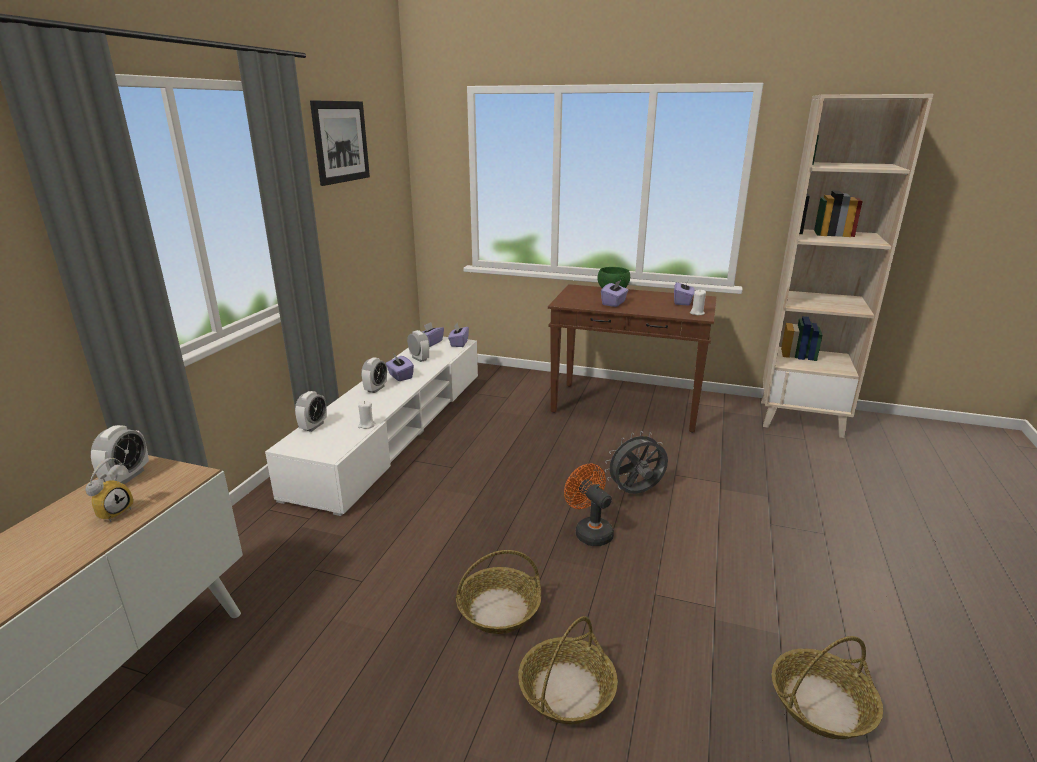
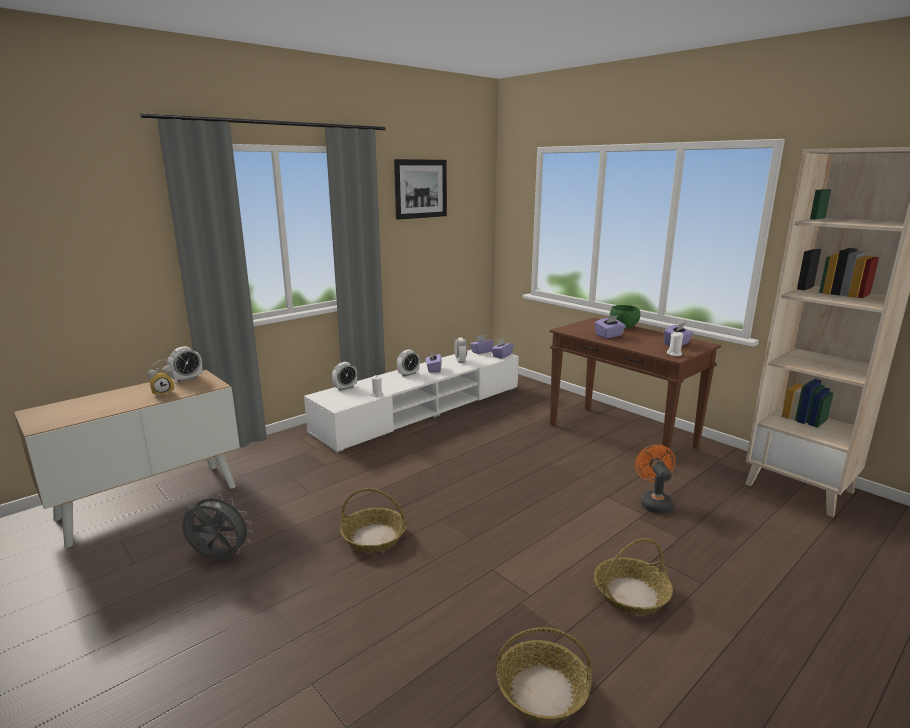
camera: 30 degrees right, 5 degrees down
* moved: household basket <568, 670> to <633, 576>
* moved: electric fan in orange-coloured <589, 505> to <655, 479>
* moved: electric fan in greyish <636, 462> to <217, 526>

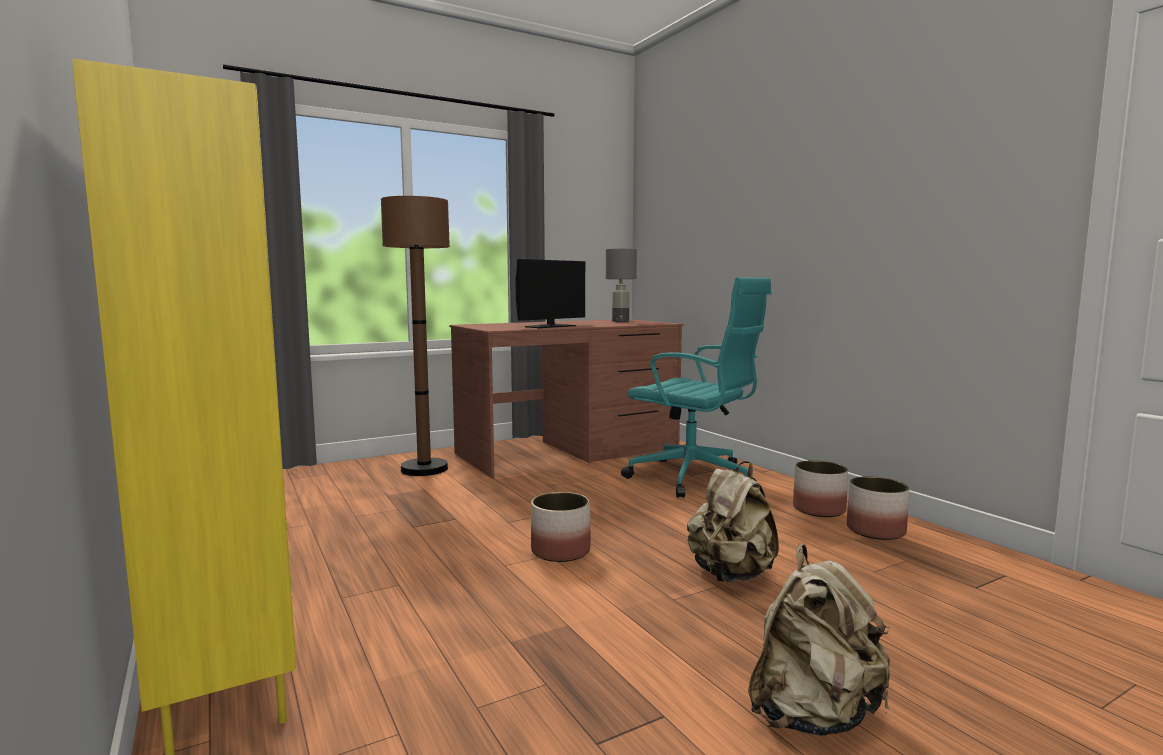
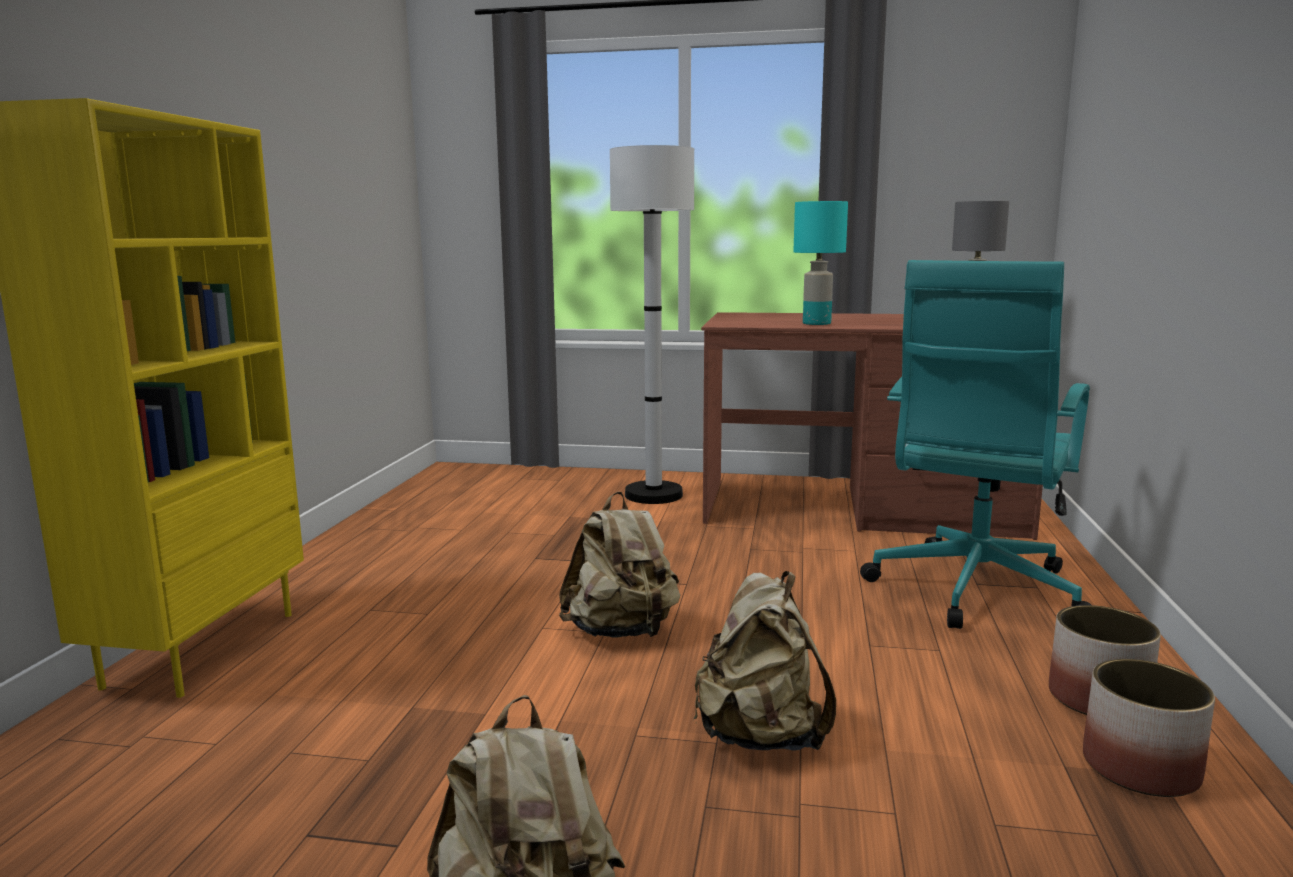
camera: 40 degrees right, 5 degrees up
* replaced: computer display <550, 293> to table lamp in turquoise-coloured <820, 263>
* replaced: plant pot <561, 527> to backpack in beige <619, 564>
* recoloured: standard lamp in brown <415, 336> to standard lamp in whitish <652, 324>
* turned: desk chair in turquoise-coloured <696, 387> = <975, 444> 45 degrees clockwise

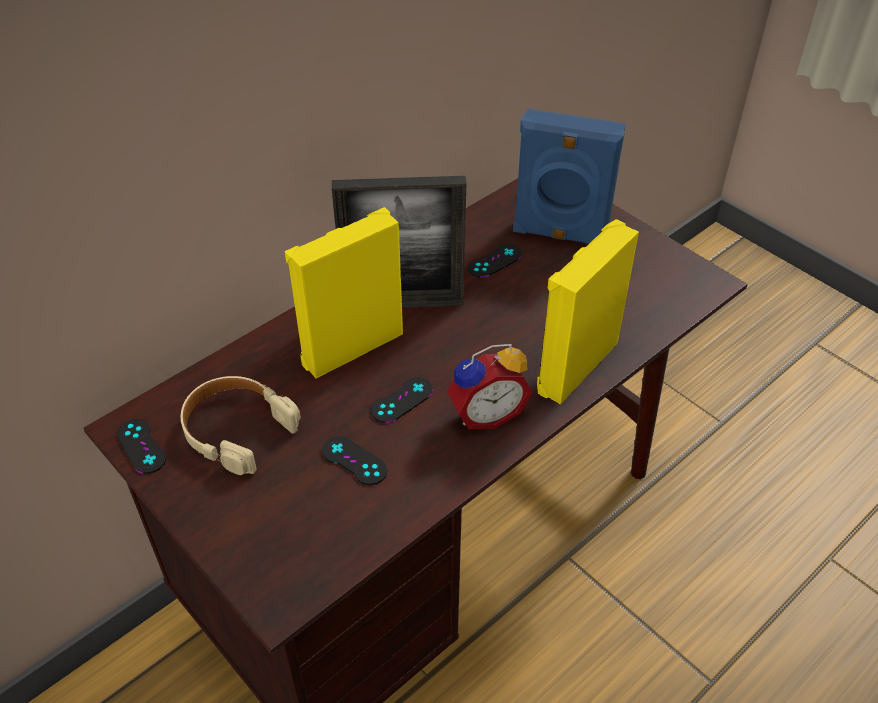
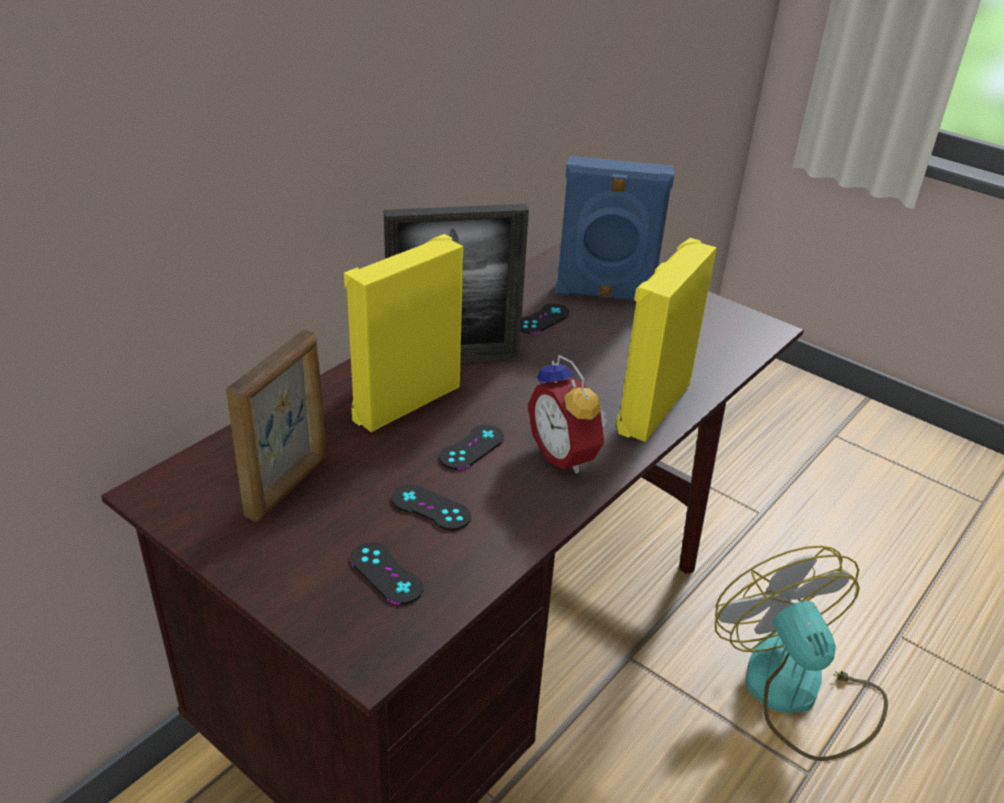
camera: 10 degrees left, 10 degrees down
* added: electric fan <801, 653>
* moved: game controller in black <141, 446> to <386, 573>
* replaced: headphones in beige <241, 425> to standing frame <276, 425>
* turned: table clock <489, 386> = <567, 414> 90 degrees clockwise

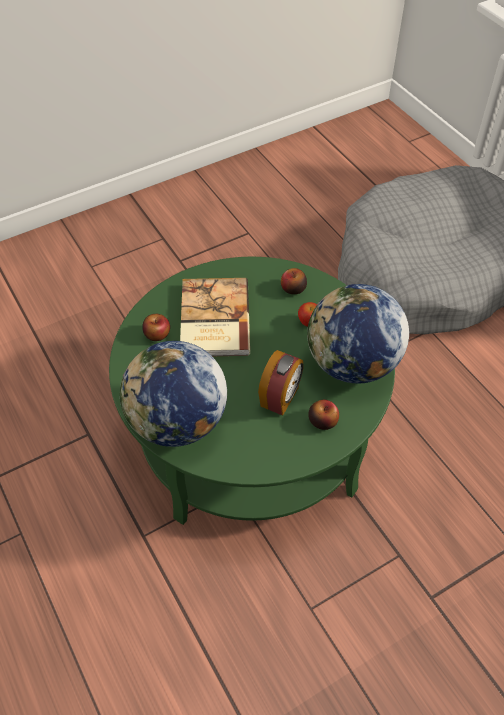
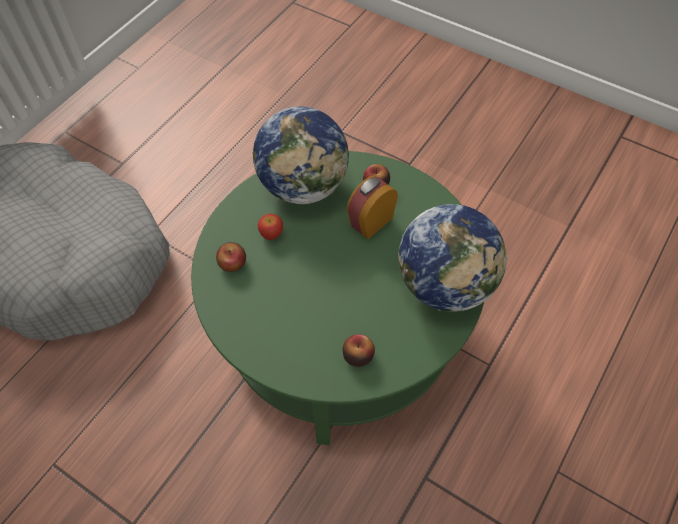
camera: 115 degrees left, 5 degrees up
* removed: volume <215, 317>
* turned: table clock <281, 383> = <372, 207> 45 degrees counterclockwise

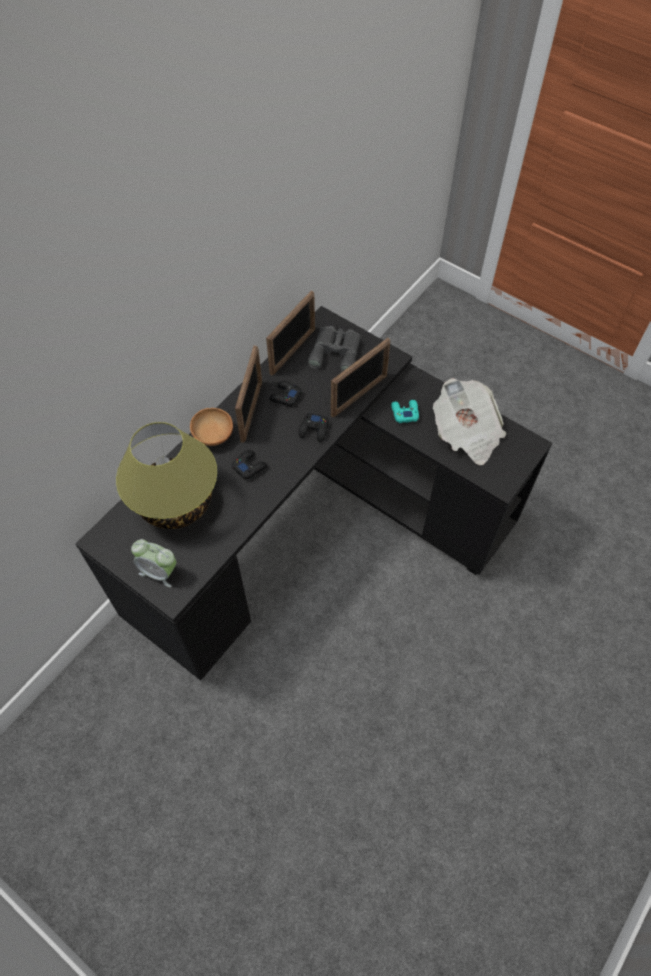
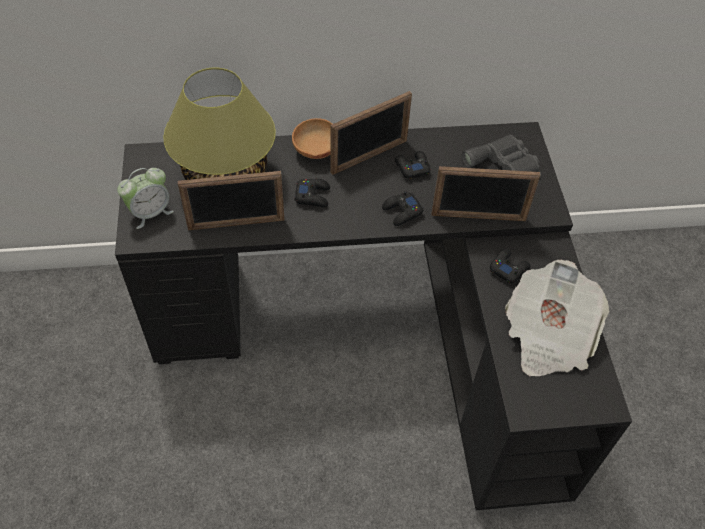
camera: 45 degrees right, 5 degrees down
* moved: standing frame <290, 333> to <231, 200>
* recoloured: game controller in turquoise-coloured <405, 411> to game controller in black <510, 266>
* turned: table clock <154, 563> = <145, 198> 105 degrees counterclockwise

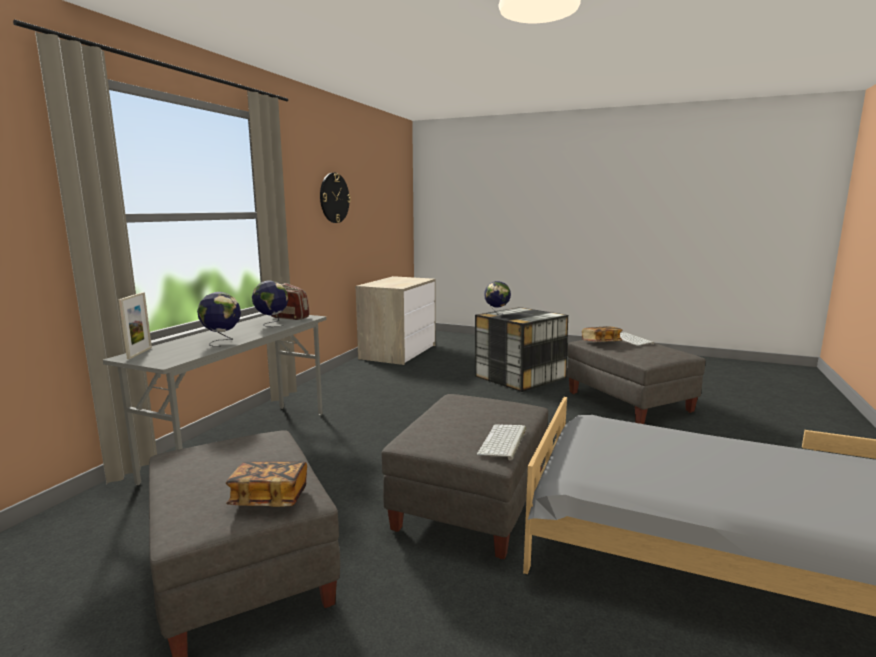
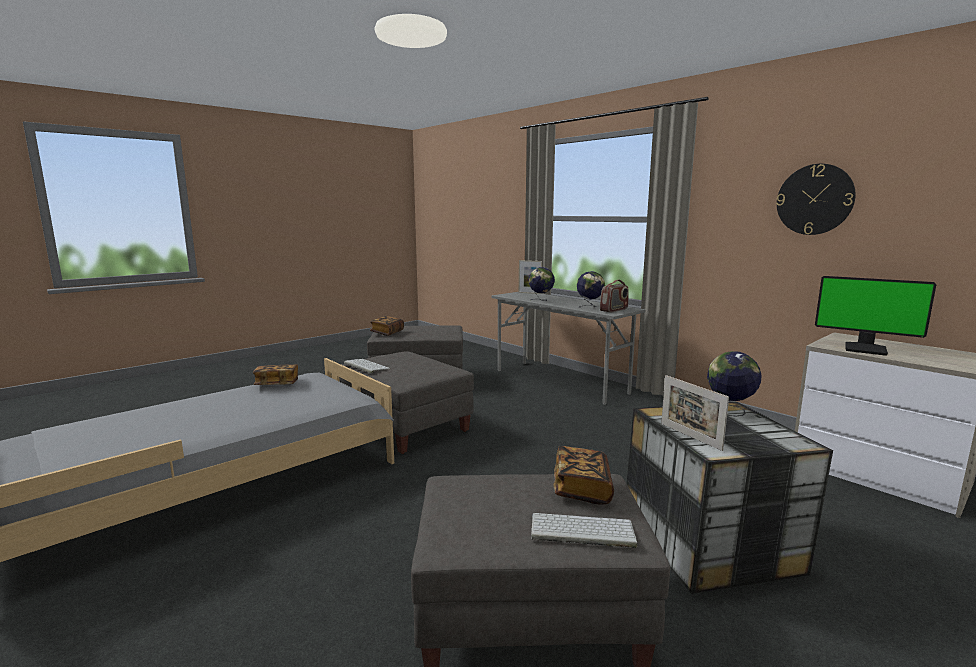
camera: 115 degrees right, 0 degrees up
* added: volume <275, 374>
* added: standing frame <695, 413>
* added: computer display <876, 316>

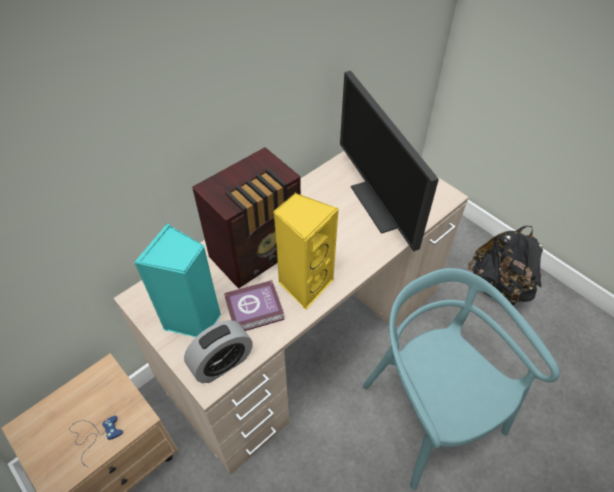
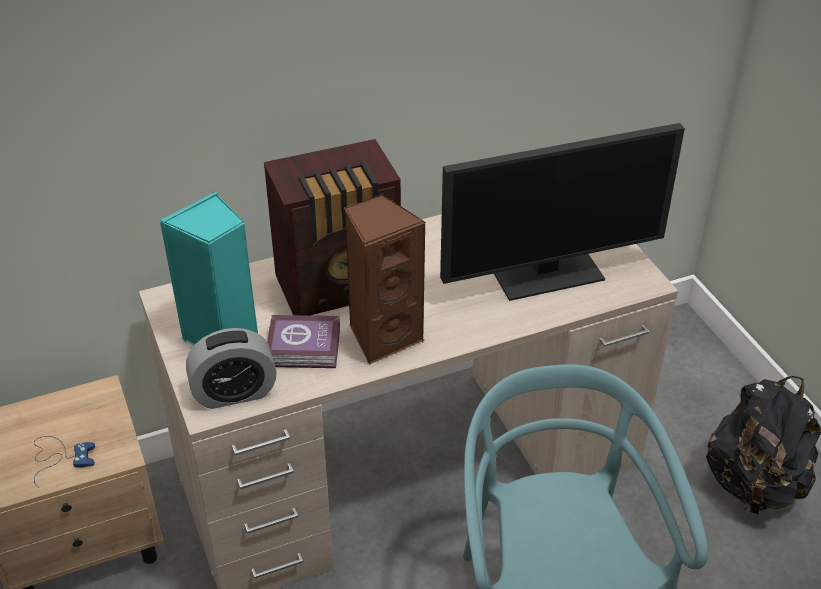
camera: 20 degrees right, 10 degrees down
* recoloured: loudspeaker in yellow <306, 251> to loudspeaker in brown <385, 279>
* turned: computer display <389, 161> = <562, 212> 105 degrees counterclockwise

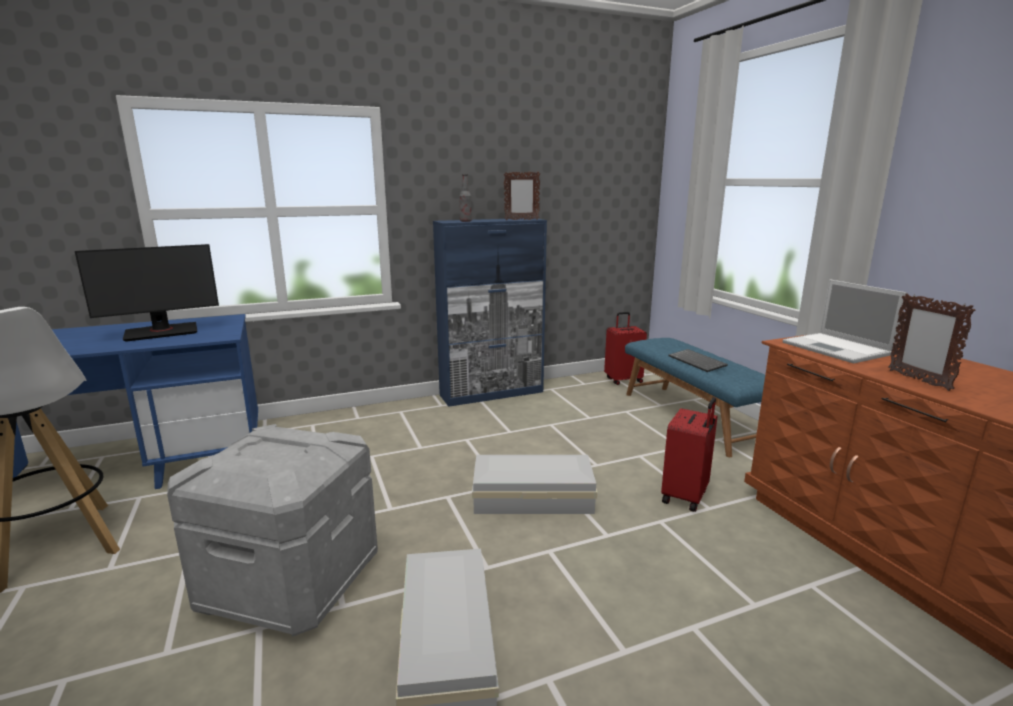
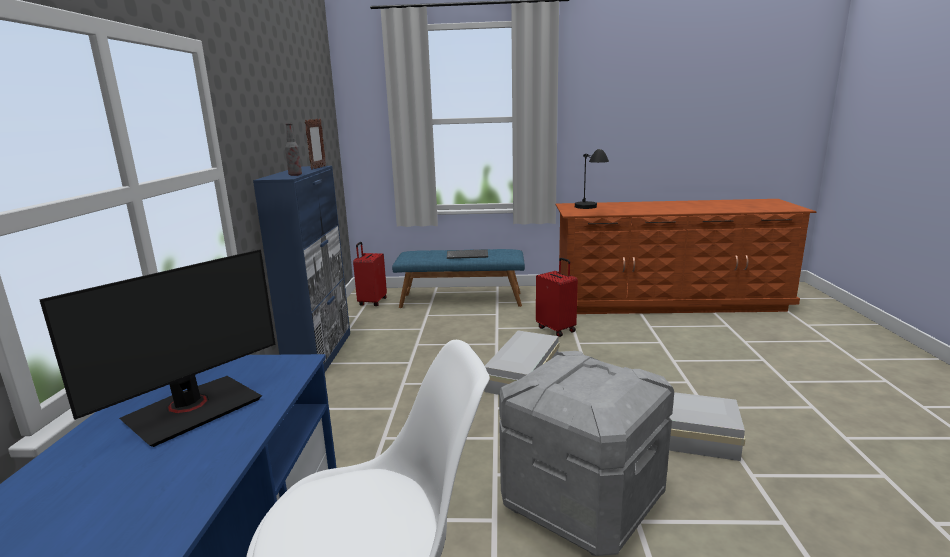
camera: 65 degrees left, 0 degrees up
* removed: standing frame <931, 342>
* replaced: portable computer <845, 321> to table lamp in black <592, 179>
* turned: computer display <147, 293> = <157, 348> 45 degrees clockwise

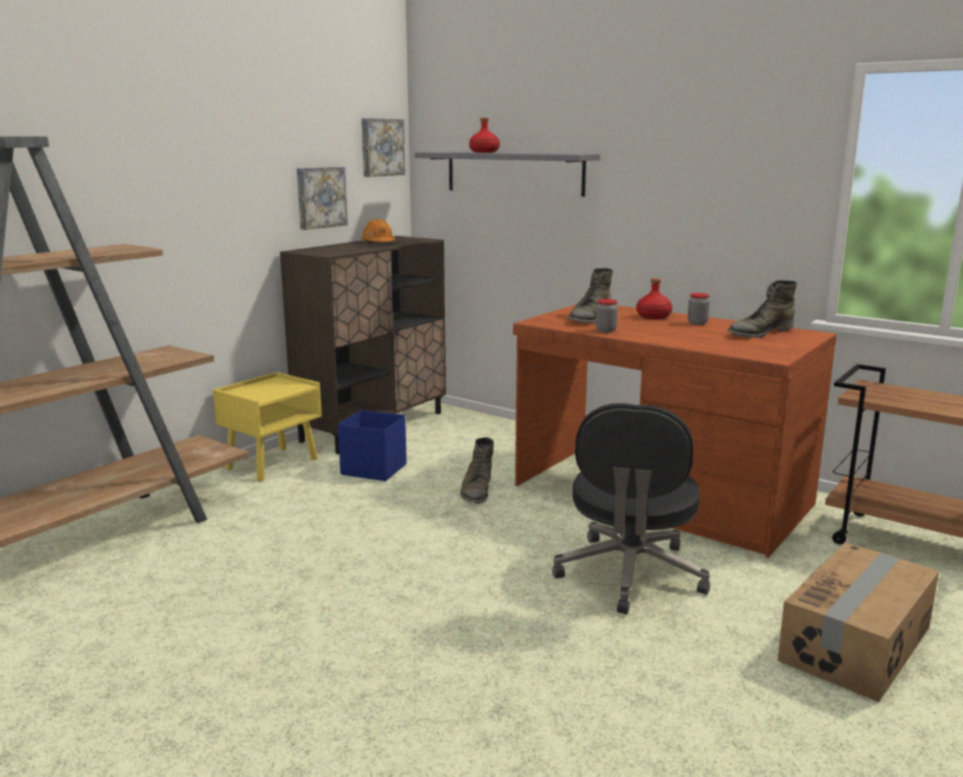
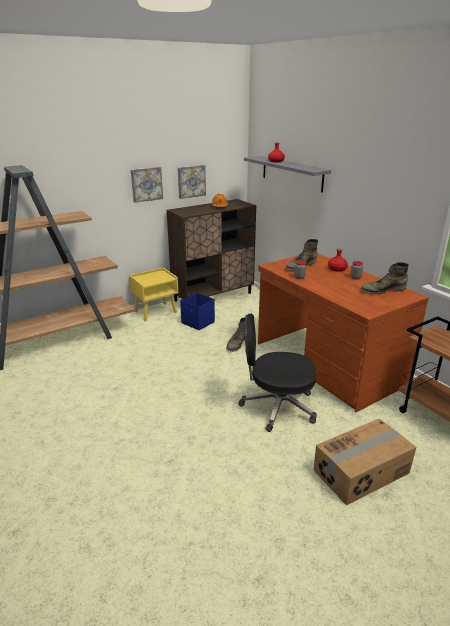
camera: 20 degrees right, 10 degrees up
* moved: wall art <383, 147> to <147, 185>
* turned: desk chair in black <631, 508> = <277, 373> 60 degrees clockwise

